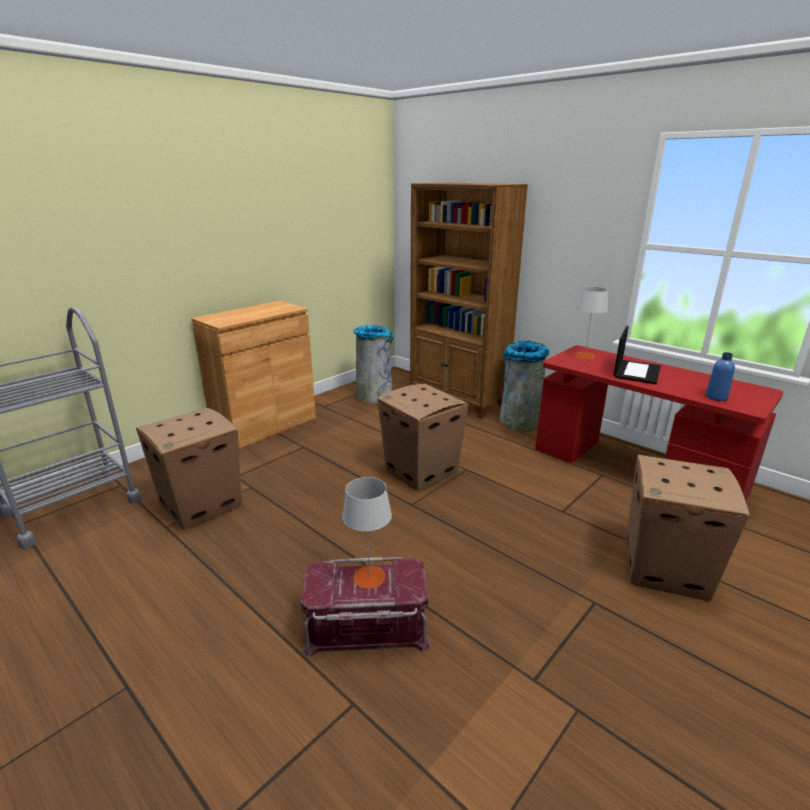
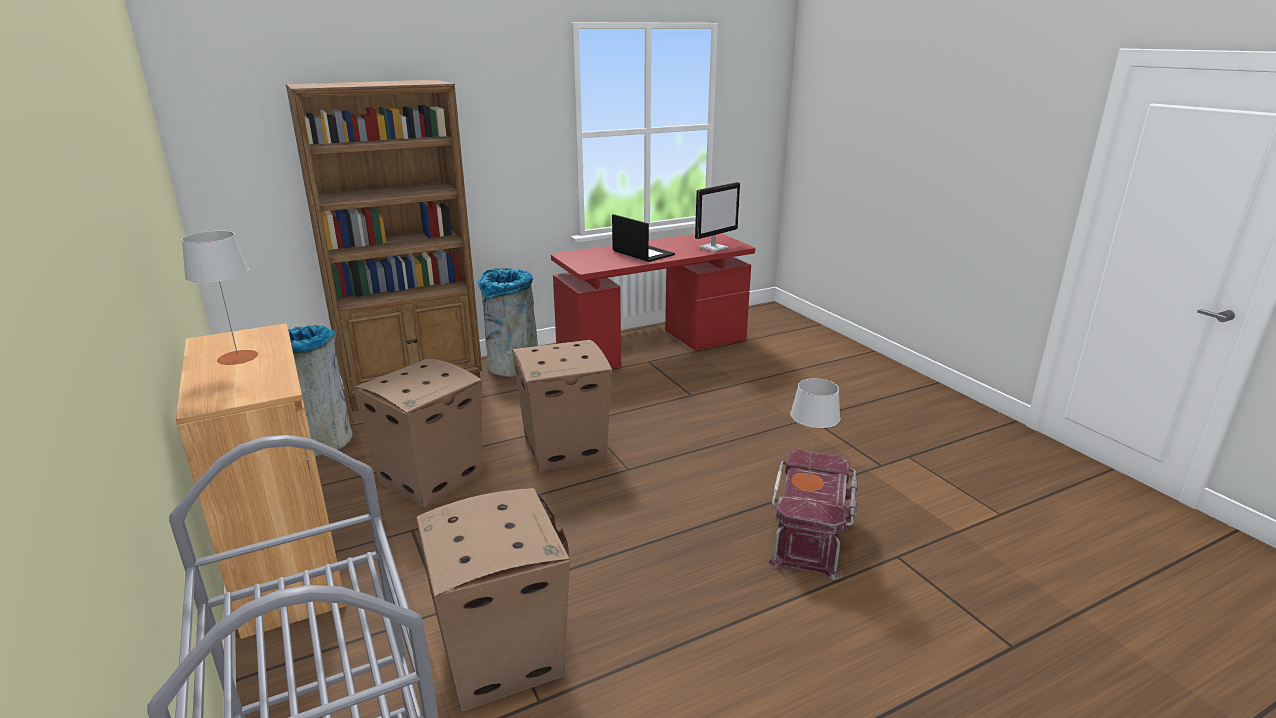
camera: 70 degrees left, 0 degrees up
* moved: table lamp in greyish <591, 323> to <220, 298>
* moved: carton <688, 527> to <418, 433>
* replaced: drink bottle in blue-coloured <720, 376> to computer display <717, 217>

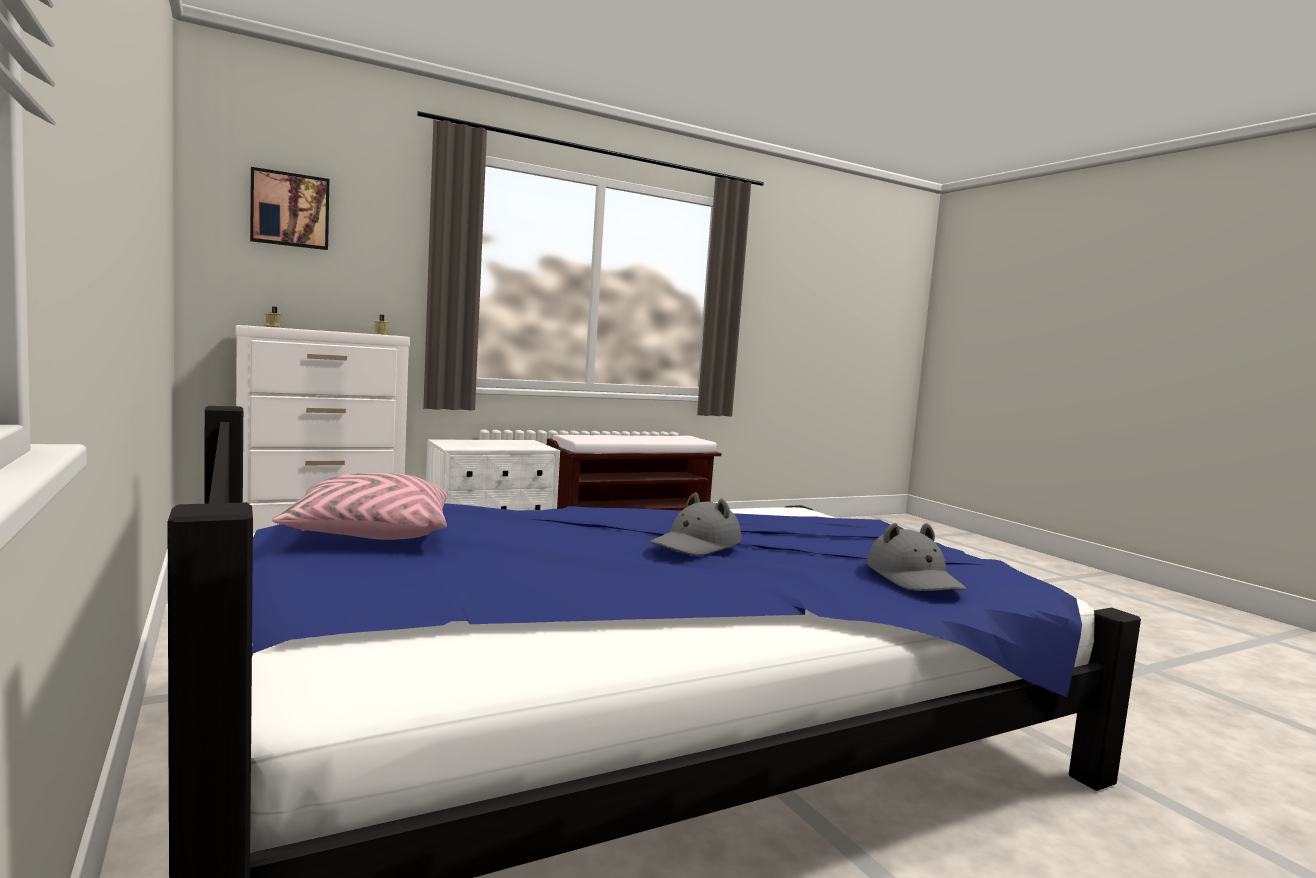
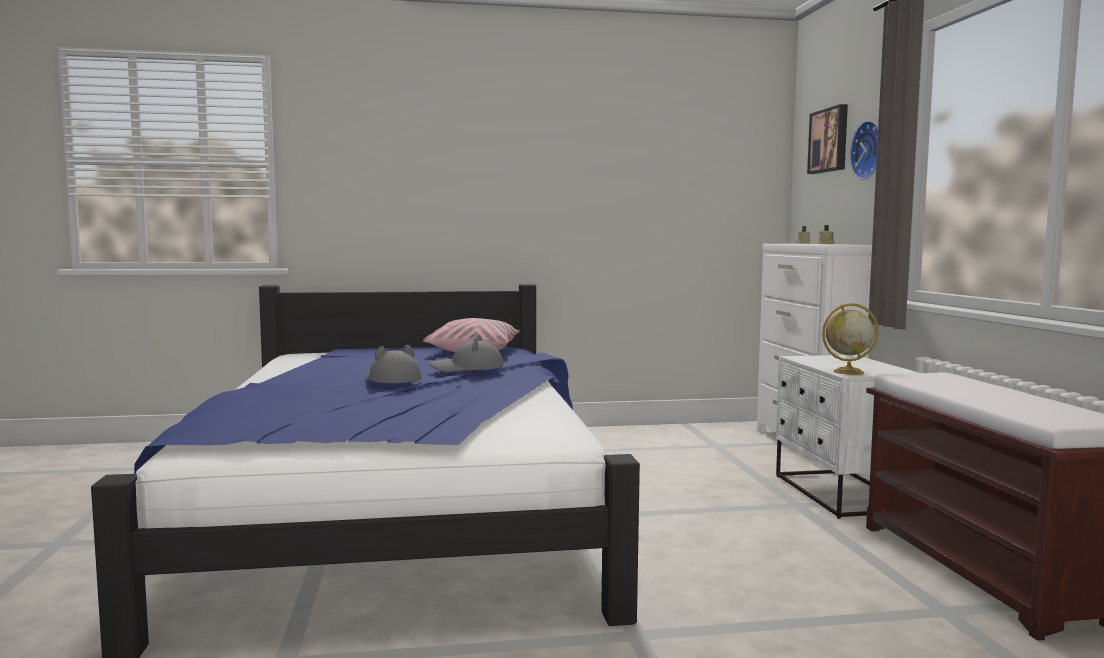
camera: 110 degrees right, 0 degrees up
* added: globe <850, 339>
* added: clock on the wall <864, 150>
* moved: wearable hat in greyish <916, 557> to <466, 353>

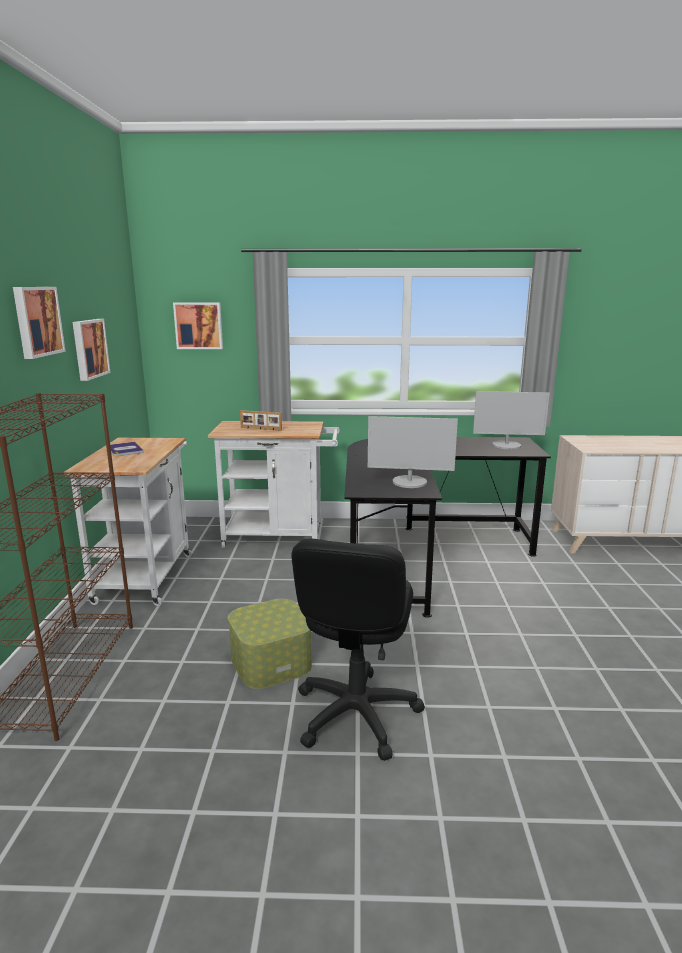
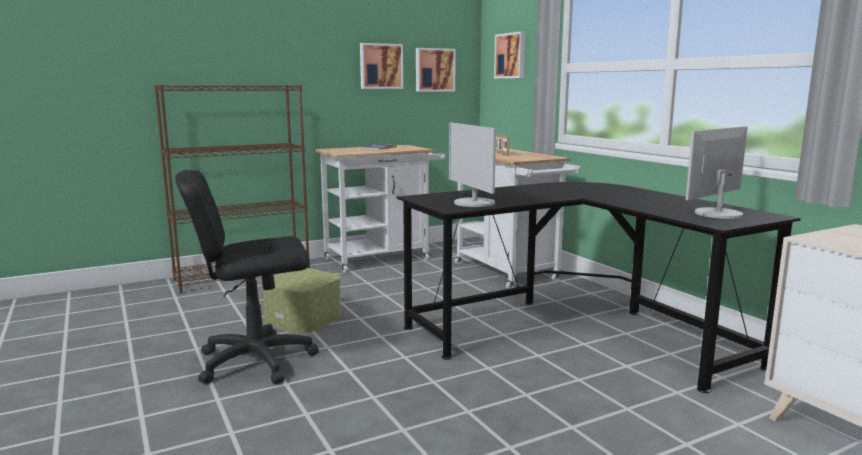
camera: 60 degrees right, 5 degrees down
* moved: wall art <39, 323> to <436, 70>
* turned: computer display <511, 420> = <717, 172> 75 degrees clockwise

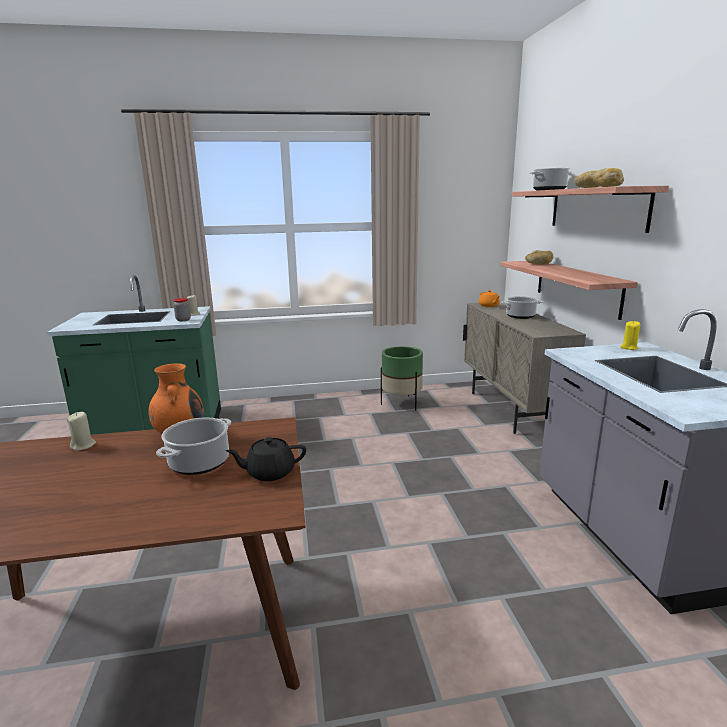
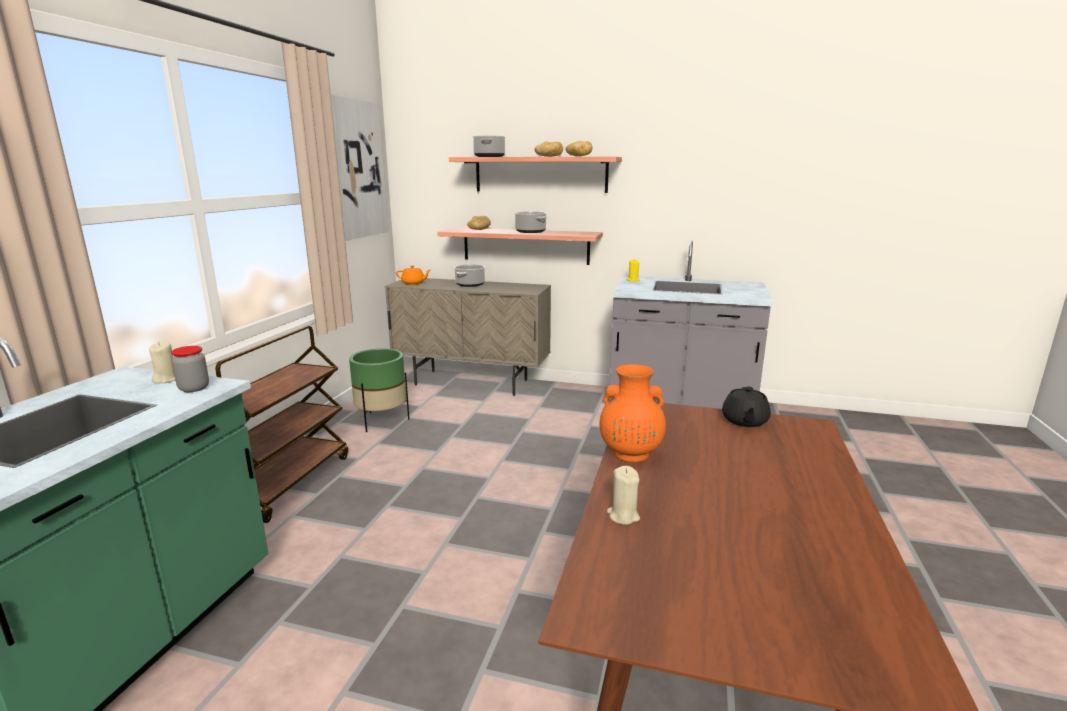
camera: 65 degrees left, 0 degrees up
* added: trolley in brown <282, 424>
* added: wall art <360, 168>
* moved: cooking pot <193, 446> to <531, 222>

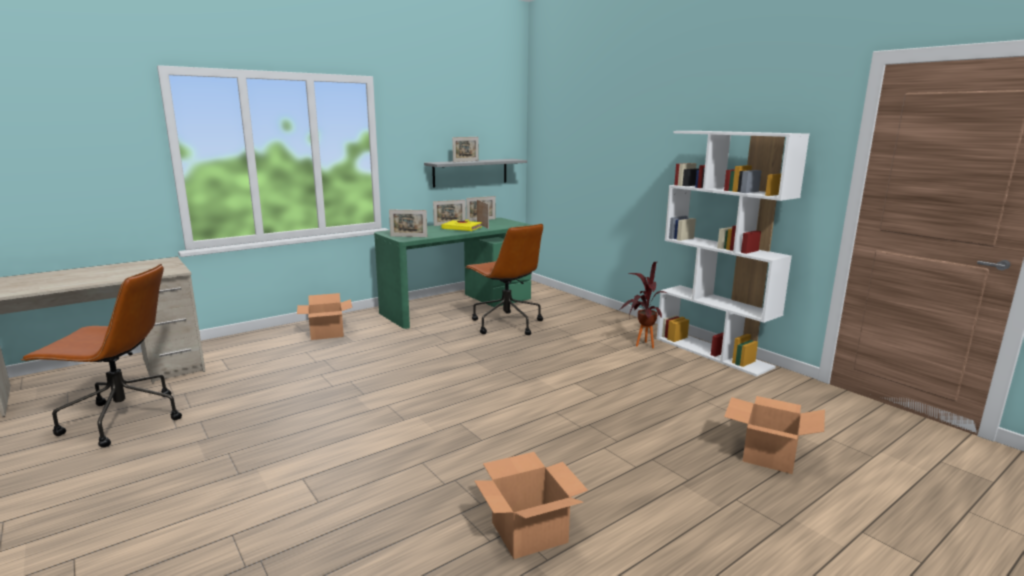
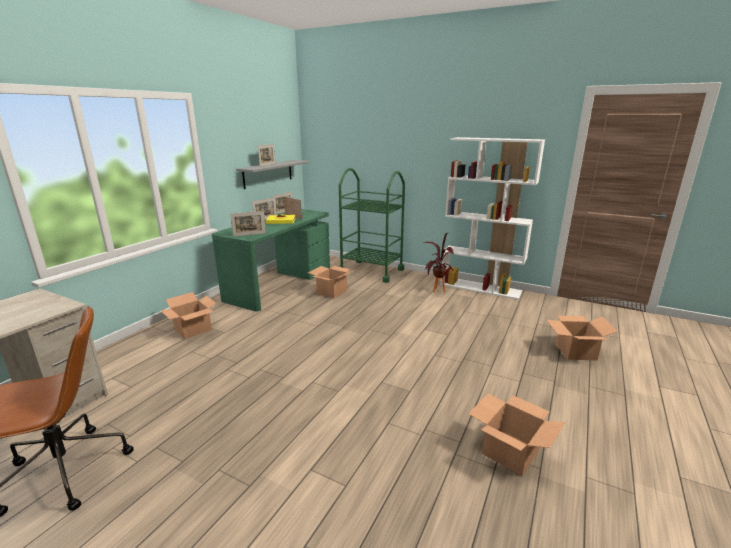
camera: 25 degrees left, 5 degrees up
* added: trolley in green <372, 225>
* replaced: desk chair in brown <504, 279> to carton <331, 282>

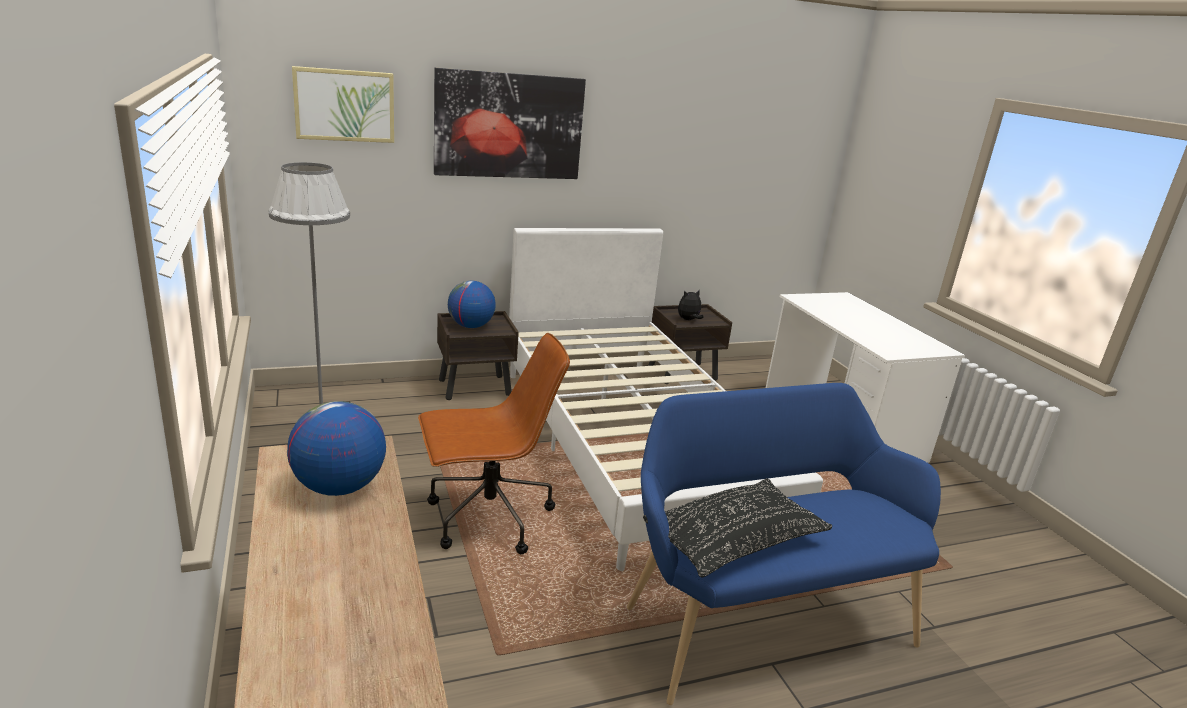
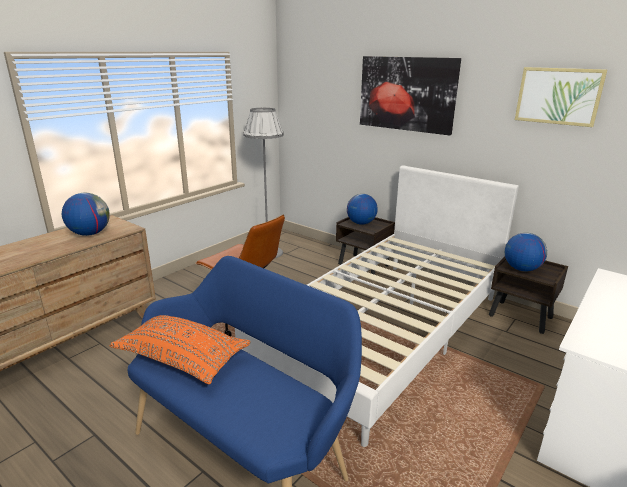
camera: 60 degrees right, 0 degrees up
* moved: wall art <343, 104> to <561, 97>
* replaced: cuddly toy <691, 304> to globe <526, 252>
* recoloured: cushion in black <737, 528> to cushion in orange-coloured <180, 349>

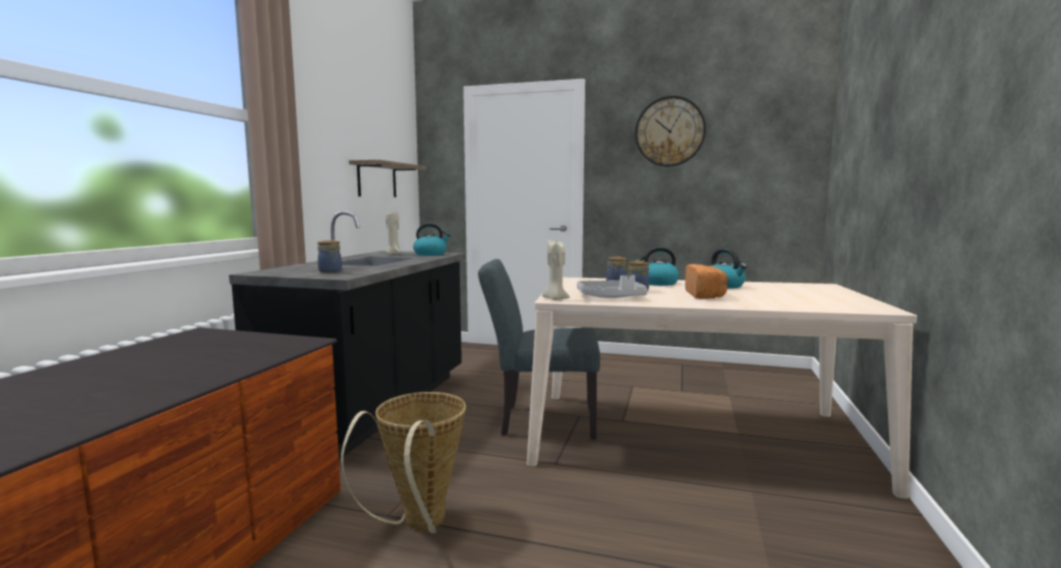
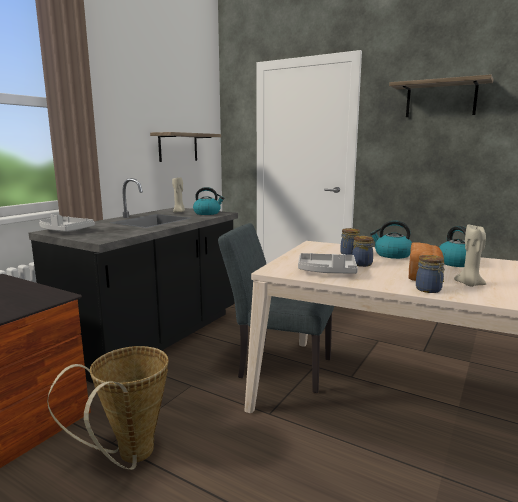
camera: 15 degrees right, 5 degrees up
* added: tray in greyish <67, 223>
* moved: storage jar <329, 256> to <430, 274>
* moved: wax candle in beige <556, 270> to <470, 256>
* replaced: clock on the wall <670, 131> to bracket shelf <441, 96>

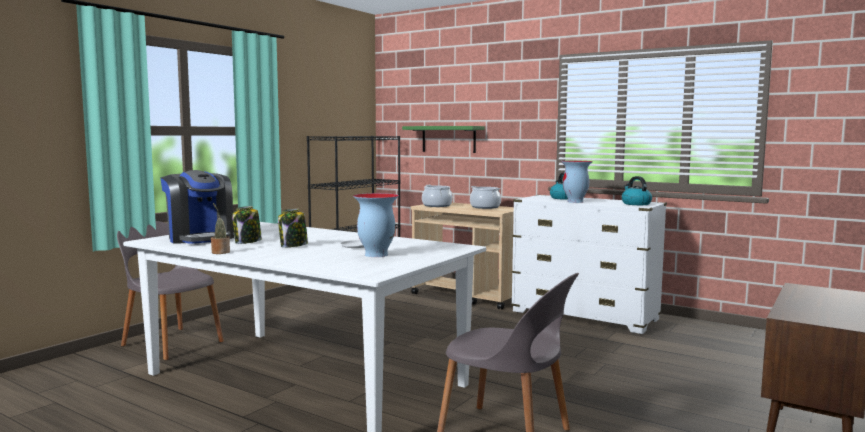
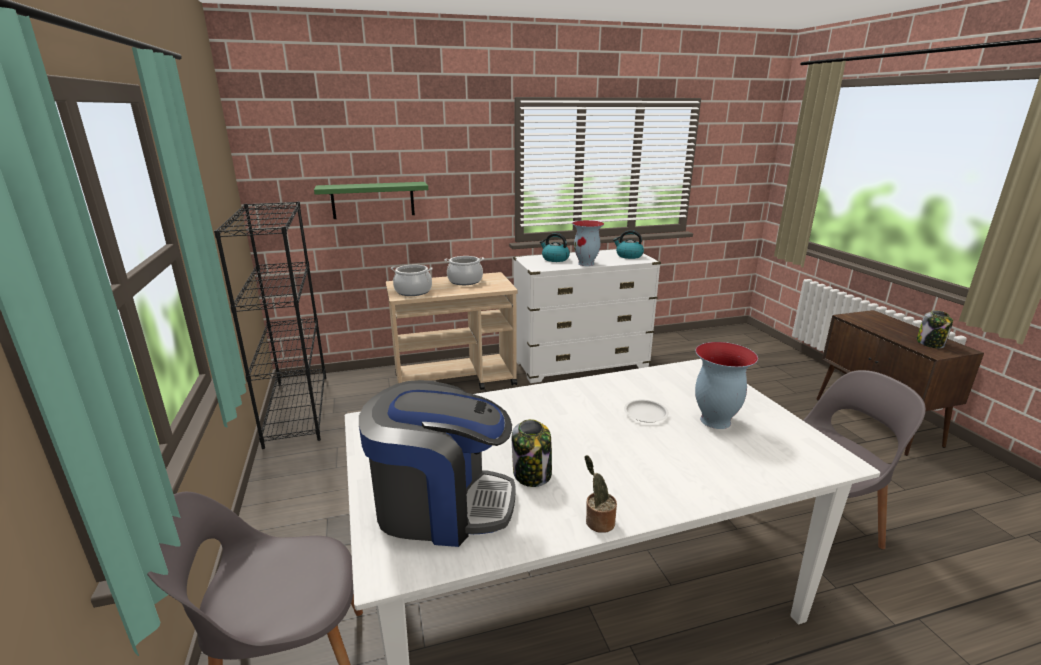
camera: 50 degrees left, 15 degrees up
* moved: storage jar <293, 228> to <935, 329>

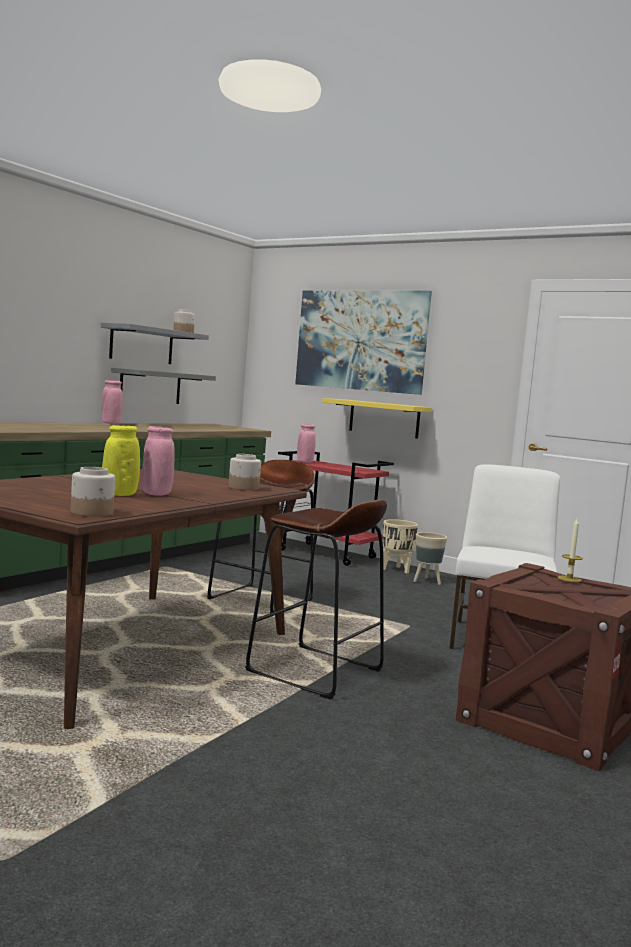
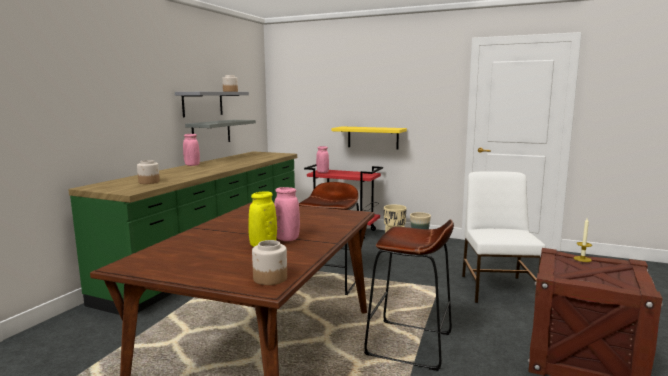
camera: 10 degrees left, 5 degrees up
* removed: wall art <363, 342>
* moved: storage jar <245, 472> to <148, 172>

